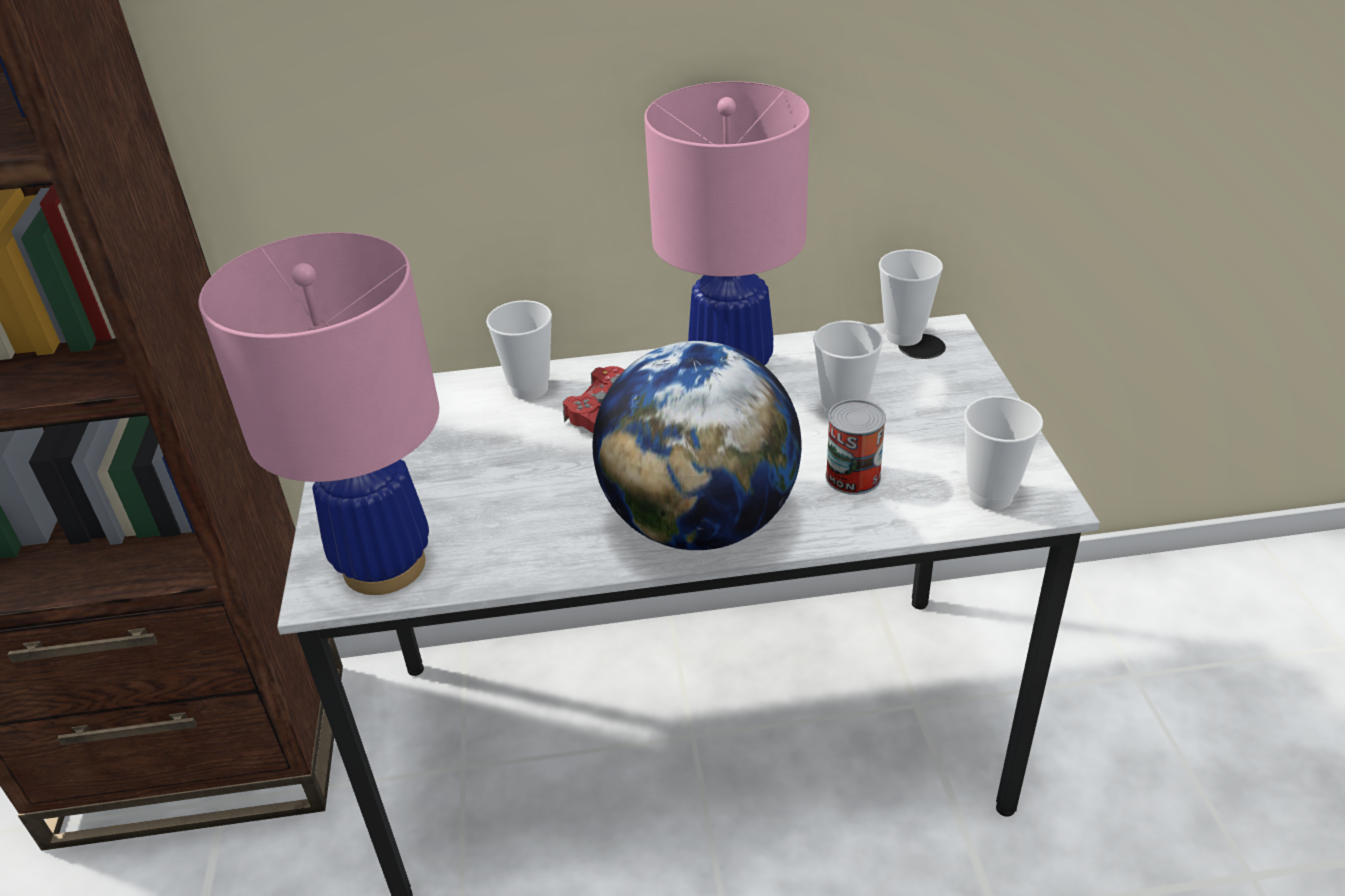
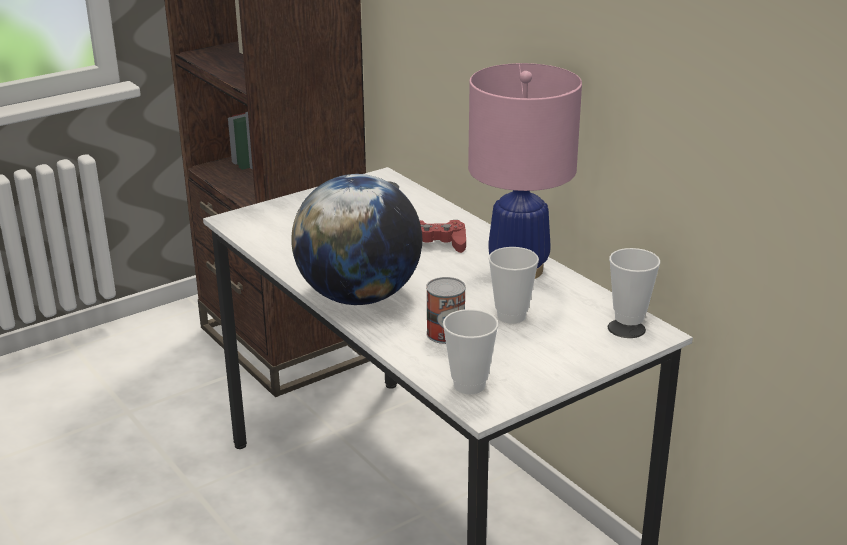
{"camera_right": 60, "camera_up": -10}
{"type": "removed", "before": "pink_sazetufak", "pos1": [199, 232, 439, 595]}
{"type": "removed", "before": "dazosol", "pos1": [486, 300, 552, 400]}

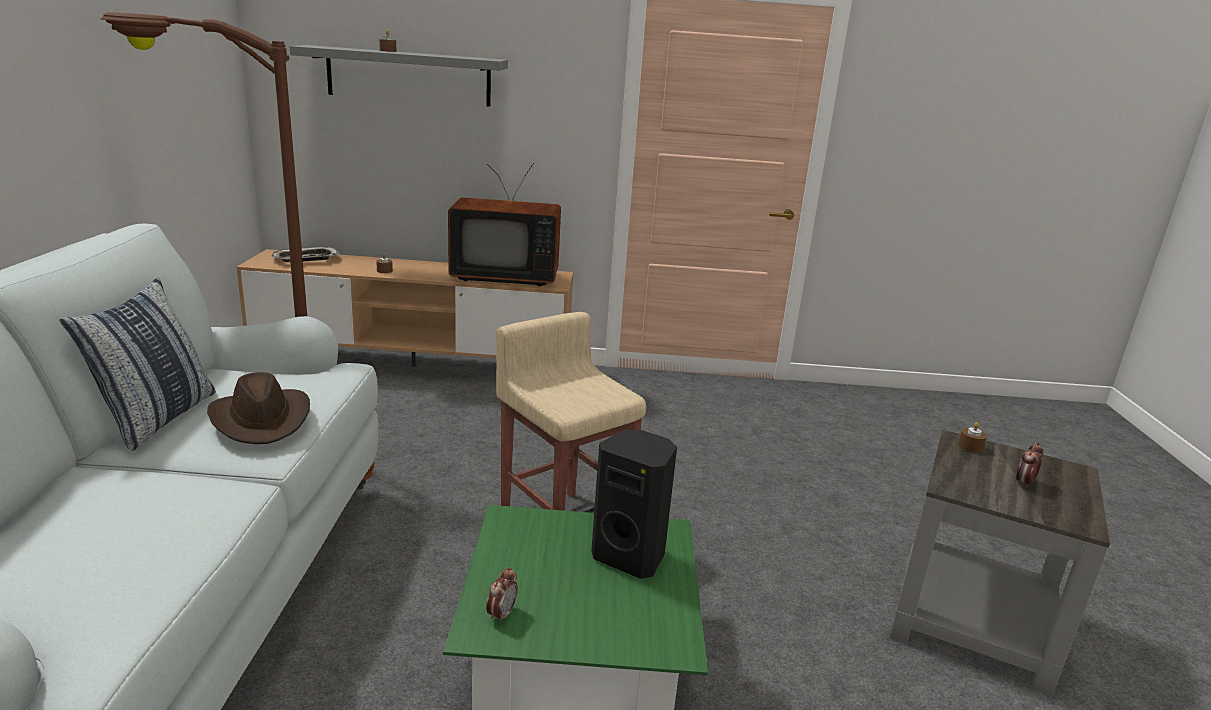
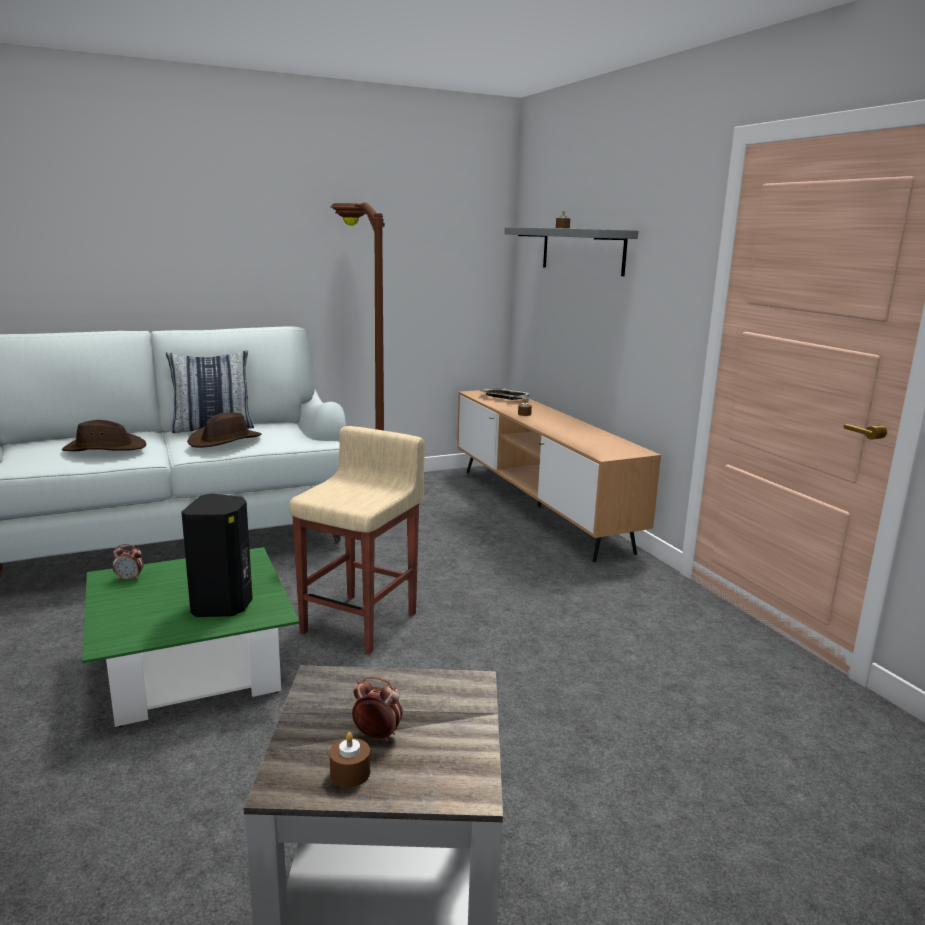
{"camera_right": 65, "camera_up": -5}
{"type": "removed", "before": "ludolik", "pos1": [448, 163, 561, 286]}
{"type": "moved", "before": "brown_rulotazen", "pos1": [958, 422, 987, 453], "pos2": [330, 732, 370, 787]}
{"type": "added", "after": "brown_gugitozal", "pos2": [62, 420, 146, 451]}

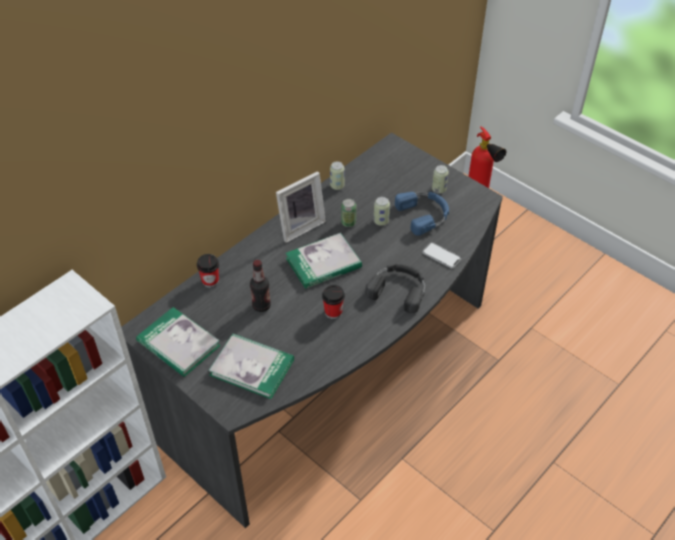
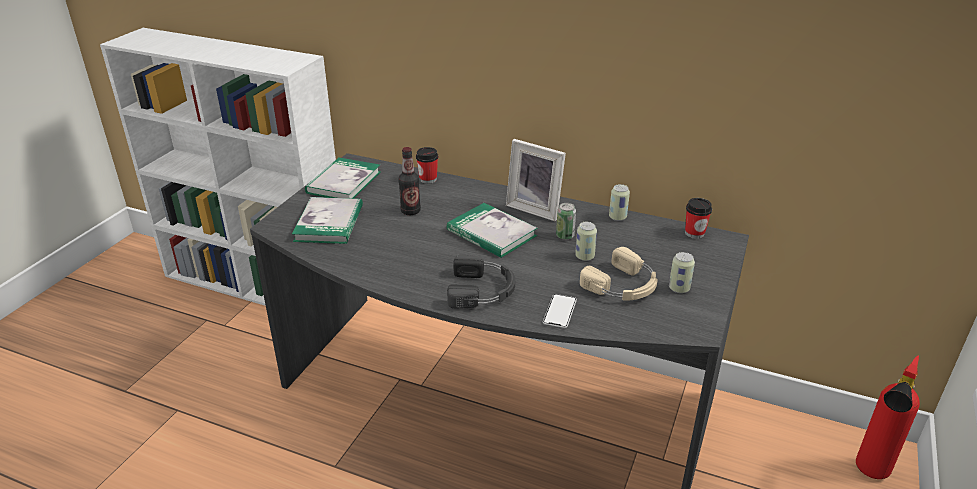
{"camera_right": 70, "camera_up": -15}
{"type": "recoloured", "before": "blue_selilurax", "after": "beige_selilurax", "pos1": [395, 192, 449, 236], "pos2": [580, 247, 658, 301]}
{"type": "moved", "before": "dazosol", "pos1": [322, 285, 345, 319], "pos2": [685, 198, 712, 239]}

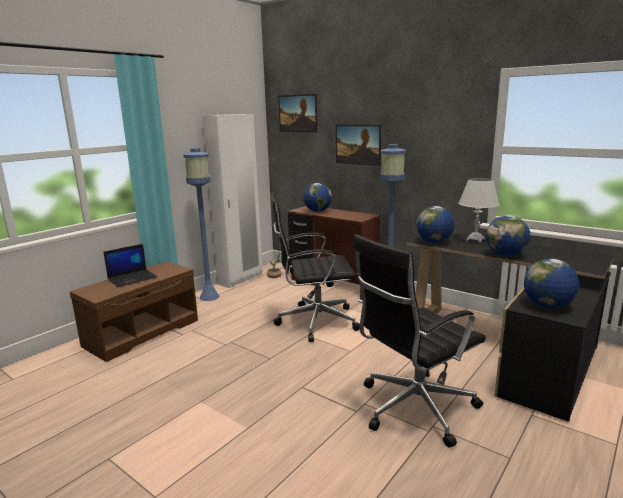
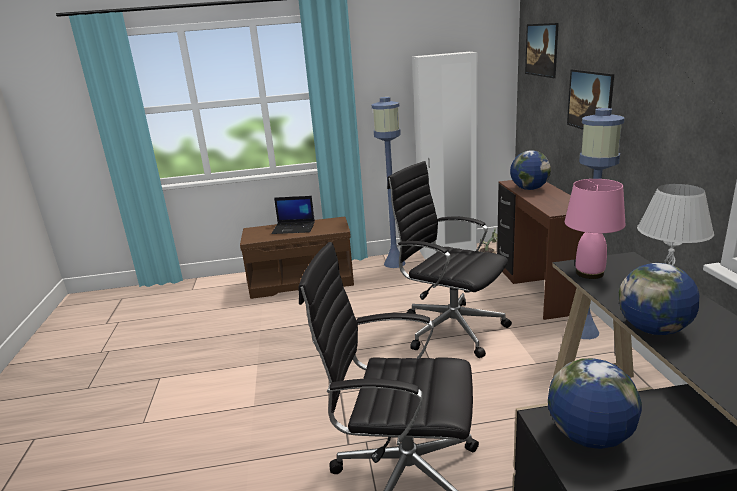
{"camera_right": 45, "camera_up": 5}
{"type": "replaced", "before": "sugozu", "after": "pink_sazetufak", "pos1": [416, 206, 454, 243], "pos2": [565, 179, 626, 279]}

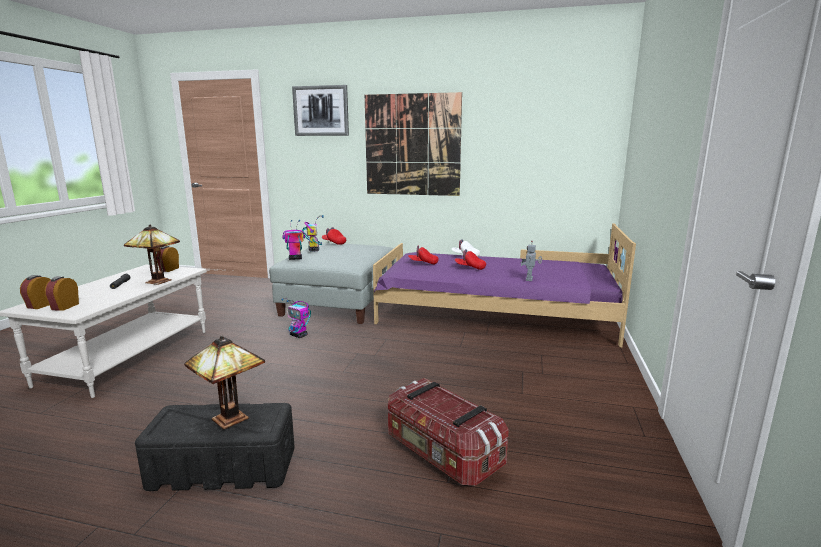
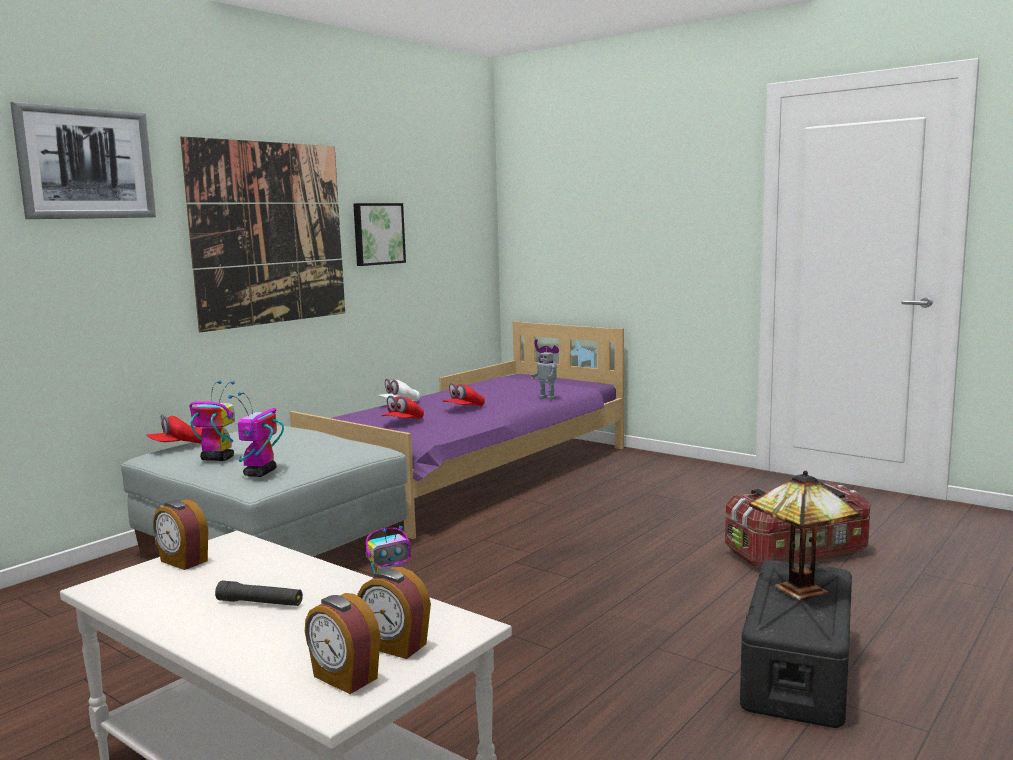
{"camera_right": -65, "camera_up": -5}
{"type": "removed", "before": "sazetufak", "pos1": [124, 225, 180, 285]}
{"type": "added", "after": "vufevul", "pos2": [353, 203, 406, 266]}

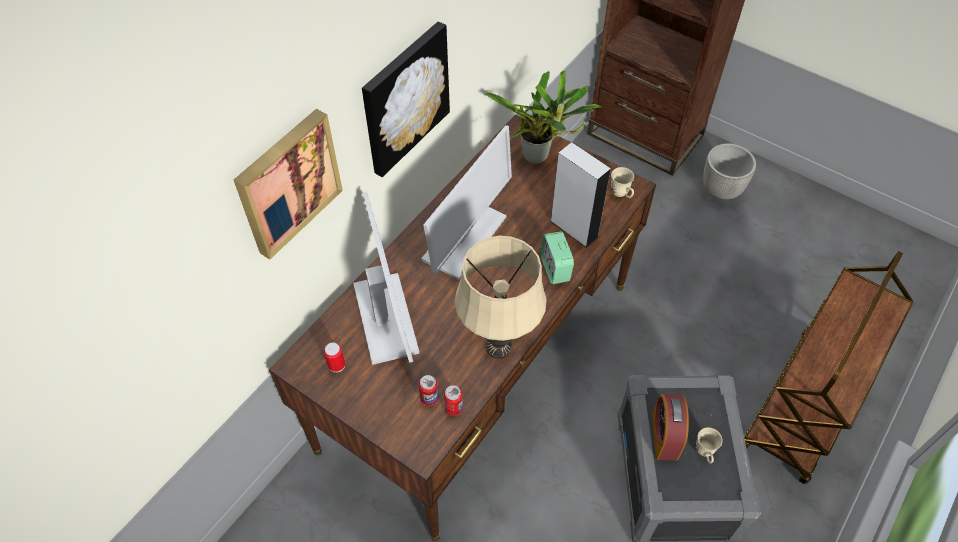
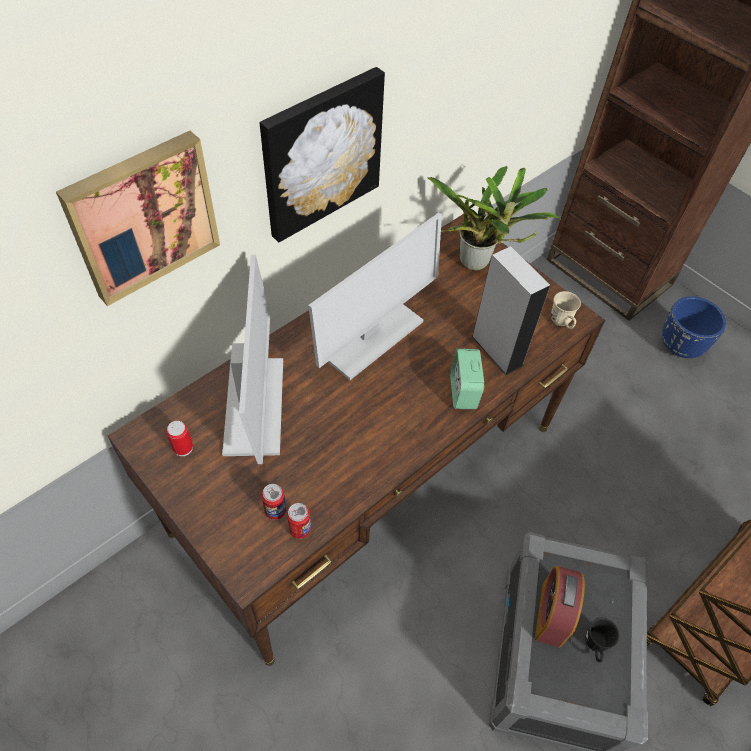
{"camera_right": 10, "camera_up": 0}
{"type": "recoloured", "before": "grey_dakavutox", "after": "blue_dakavutox", "pos1": [703, 143, 756, 199], "pos2": [662, 296, 726, 358]}
{"type": "removed", "before": "beige_sazetufak", "pos1": [455, 236, 547, 359]}
{"type": "recoloured", "before": "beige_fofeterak", "after": "black_fofeterak", "pos1": [696, 427, 723, 464], "pos2": [585, 618, 619, 662]}

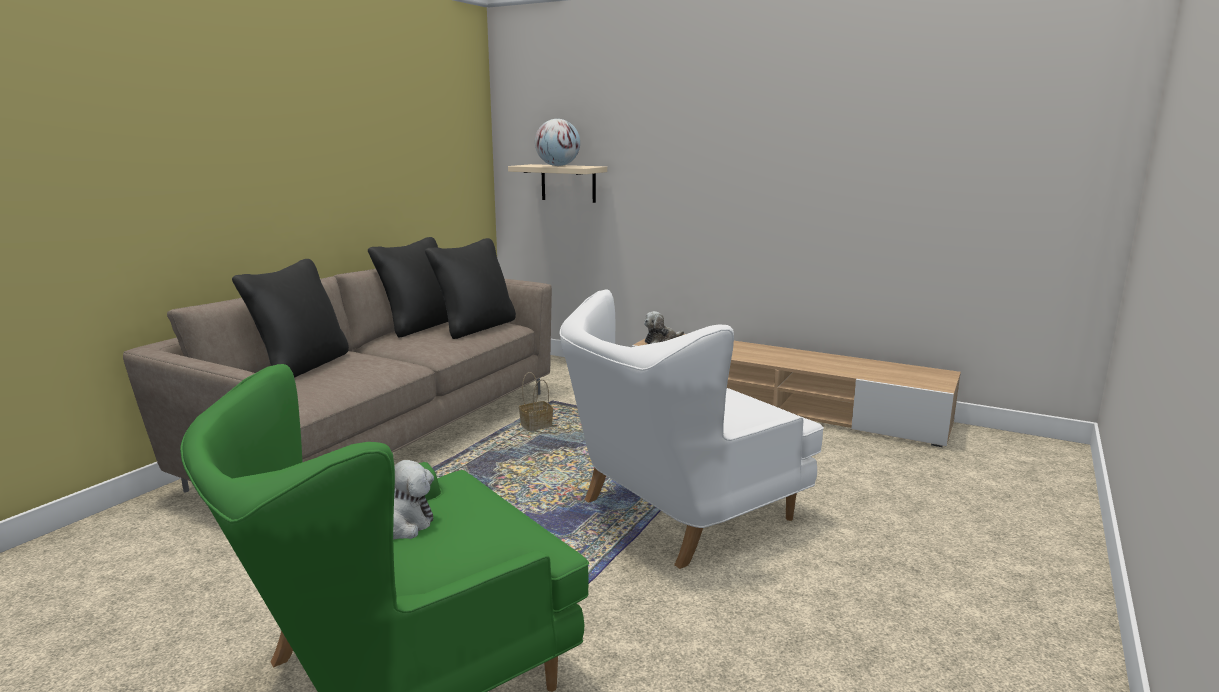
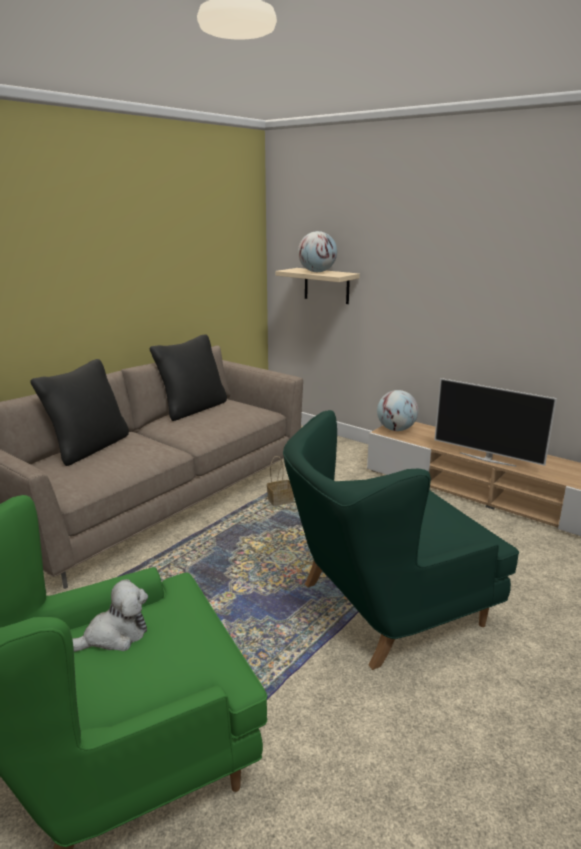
{"camera_right": 10, "camera_up": 5}
{"type": "removed", "before": "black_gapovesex", "pos1": [425, 238, 516, 339]}
{"type": "recoloured", "before": "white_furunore", "after": "green_furunore", "pos1": [559, 290, 824, 569], "pos2": [283, 410, 519, 670]}
{"type": "replaced", "before": "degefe", "after": "sugozu", "pos1": [644, 311, 684, 344], "pos2": [377, 390, 419, 431]}
{"type": "added", "after": "ludolik", "pos2": [434, 378, 557, 467]}

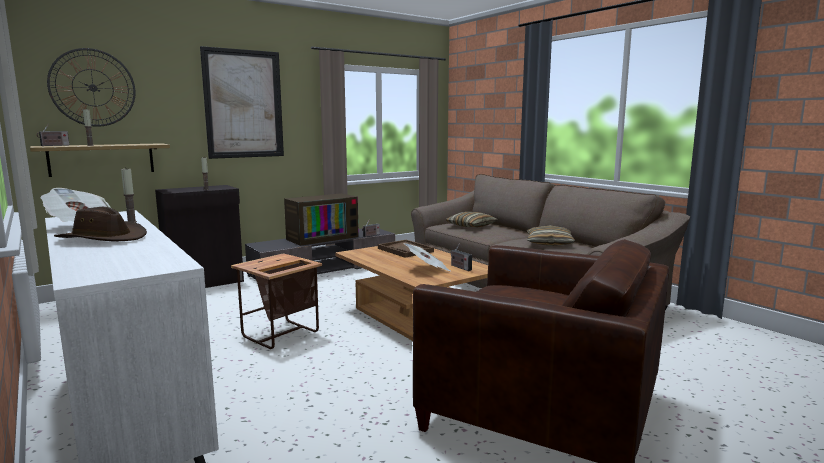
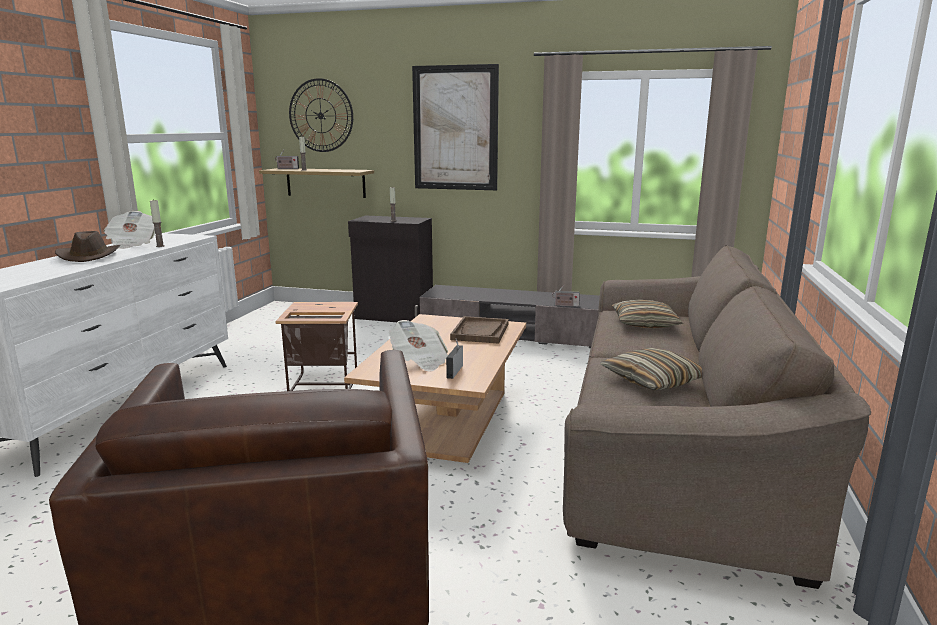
{"camera_right": 50, "camera_up": 5}
{"type": "removed", "before": "ludolik", "pos1": [284, 193, 359, 246]}

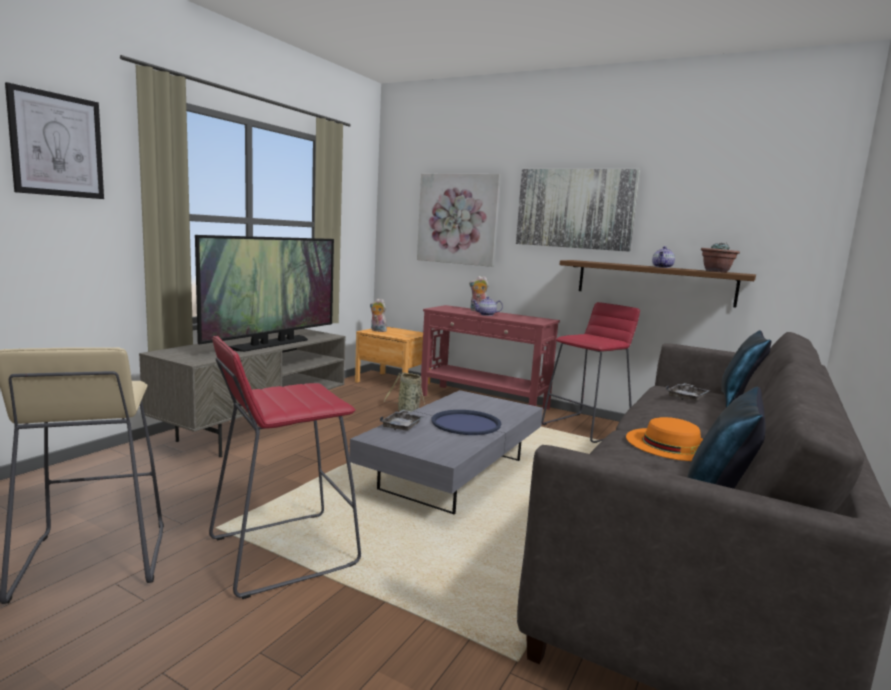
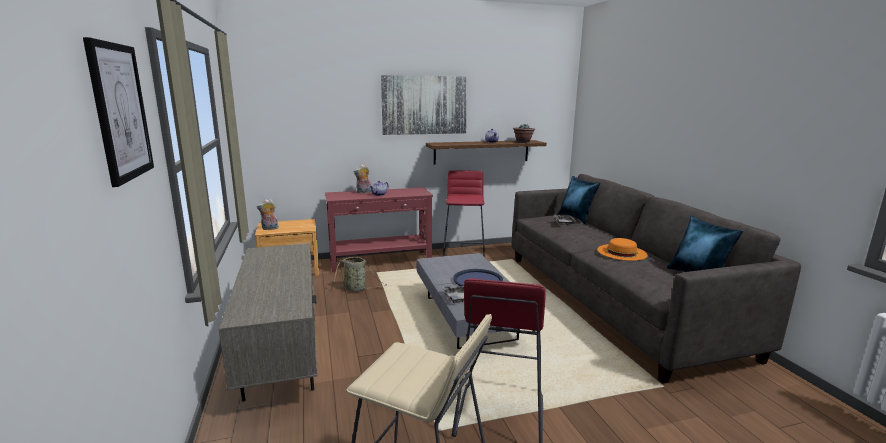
{"camera_right": -45, "camera_up": 5}
{"type": "removed", "before": "vufevul", "pos1": [417, 174, 501, 267]}
{"type": "removed", "before": "ludolik", "pos1": [195, 235, 334, 352]}

